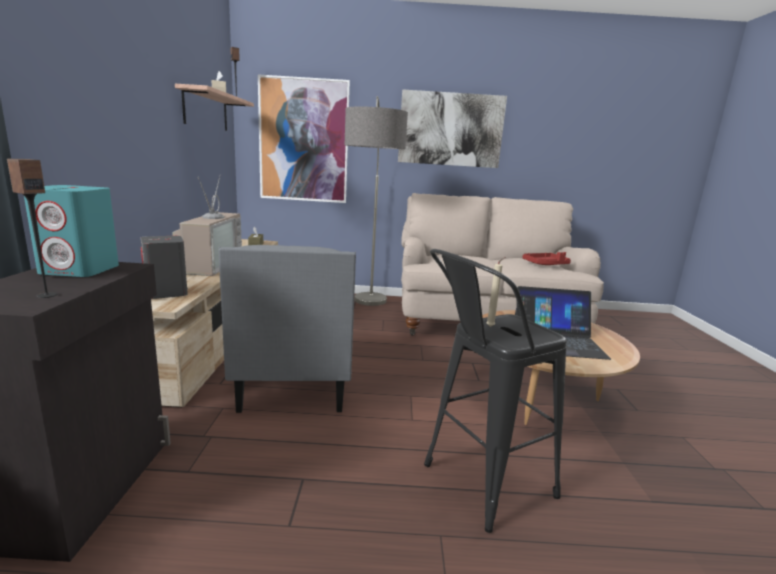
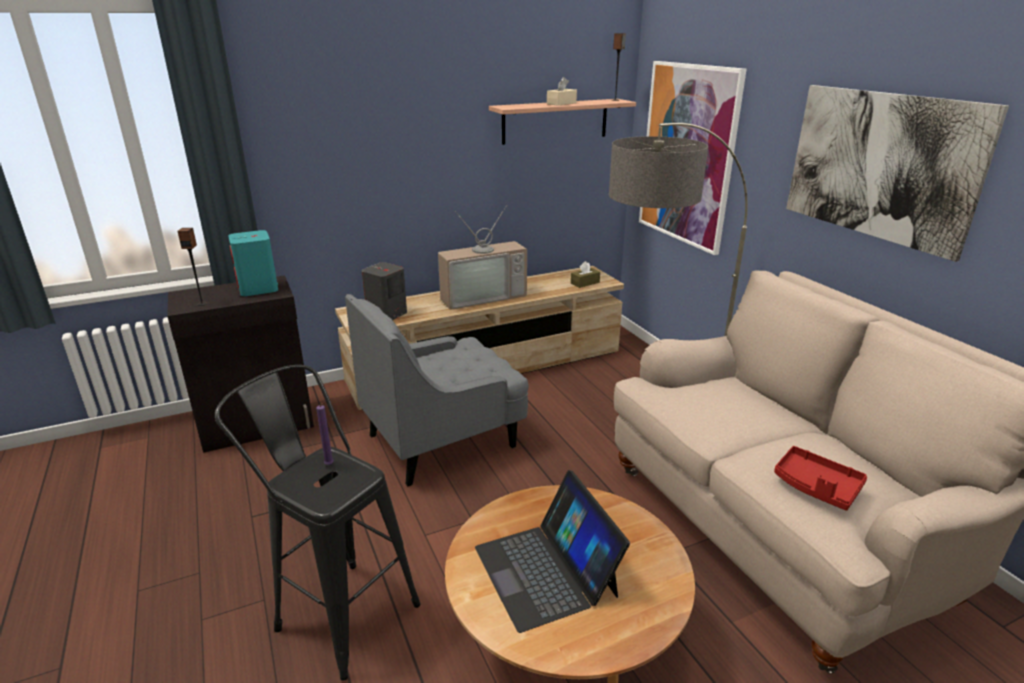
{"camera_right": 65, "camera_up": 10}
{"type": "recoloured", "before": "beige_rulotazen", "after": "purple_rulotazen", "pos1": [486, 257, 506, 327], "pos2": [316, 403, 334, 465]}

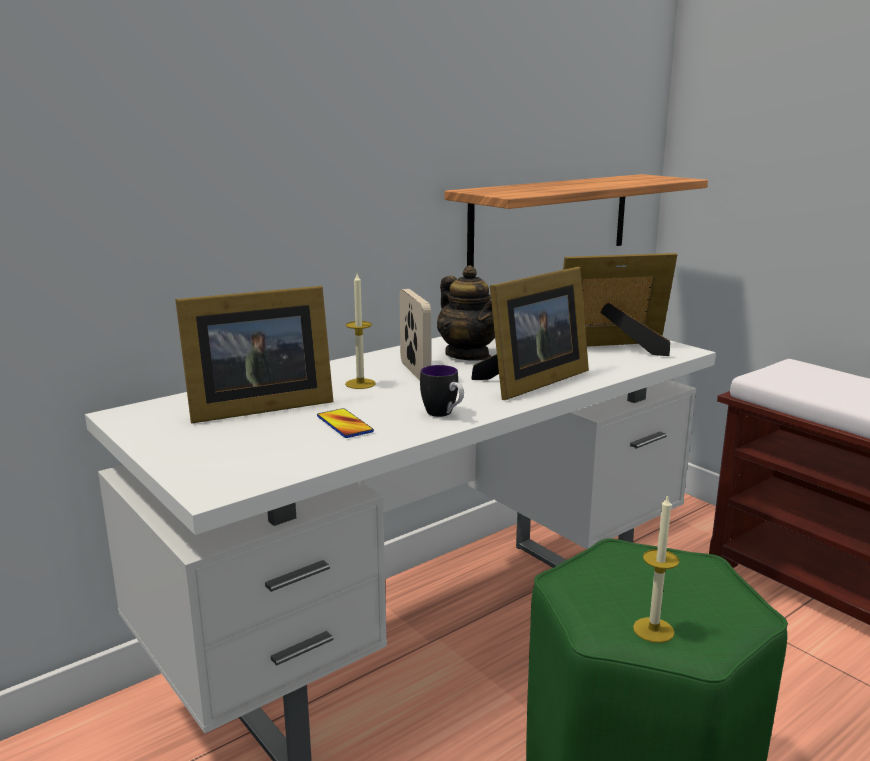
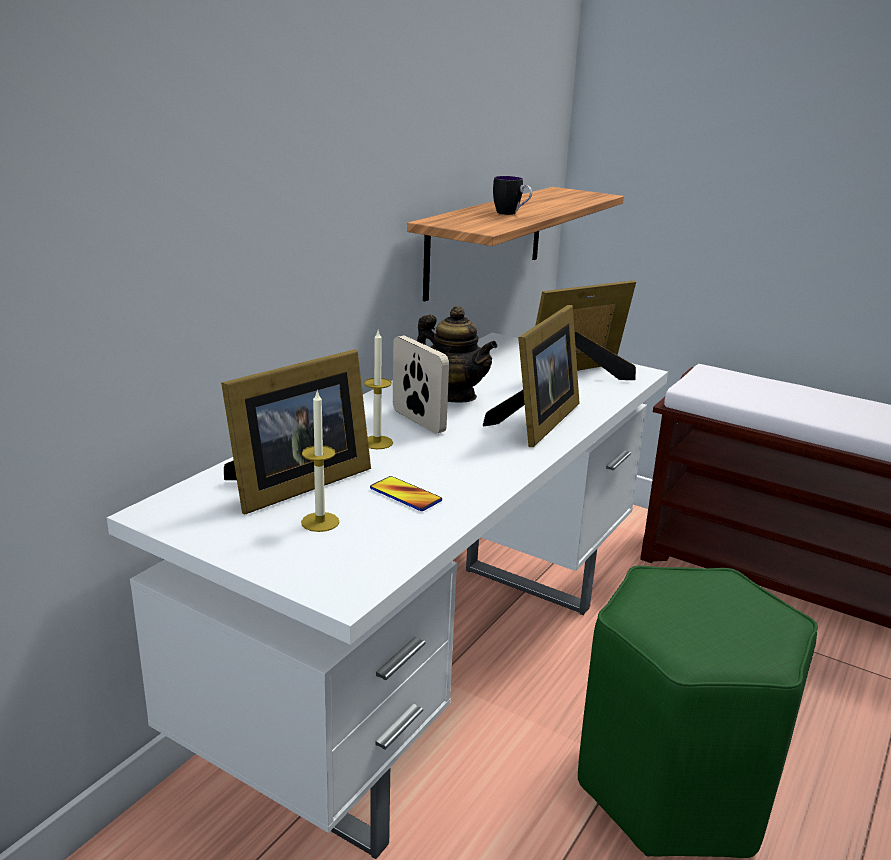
{"camera_right": -20, "camera_up": 5}
{"type": "moved", "before": "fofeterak", "pos1": [420, 365, 464, 417], "pos2": [493, 176, 532, 215]}
{"type": "moved", "before": "rulotazen", "pos1": [633, 494, 679, 643], "pos2": [301, 392, 339, 532]}

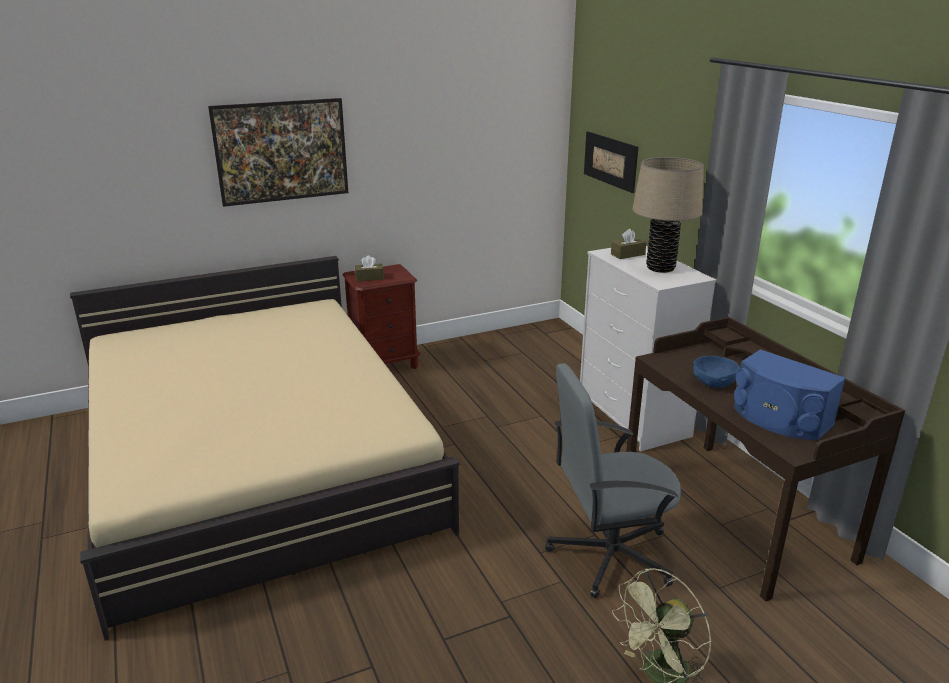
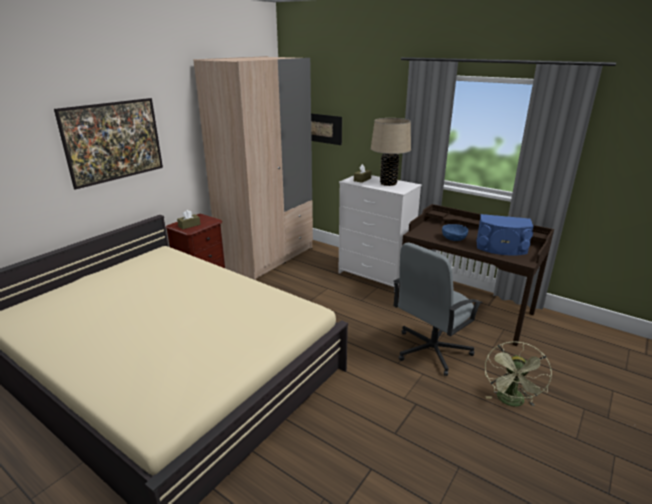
{"camera_right": -30, "camera_up": 0}
{"type": "added", "after": "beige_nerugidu", "pos2": [193, 56, 313, 280]}

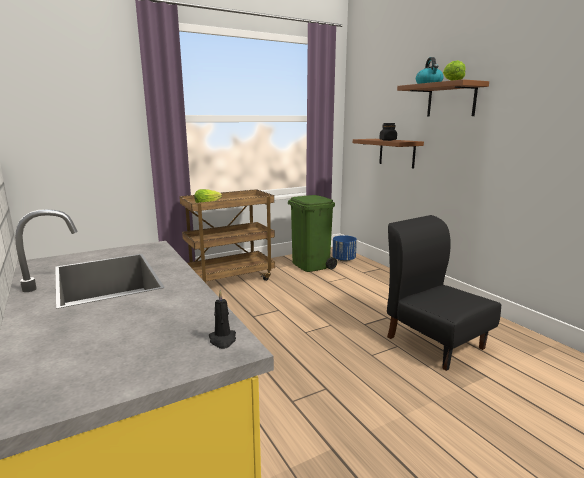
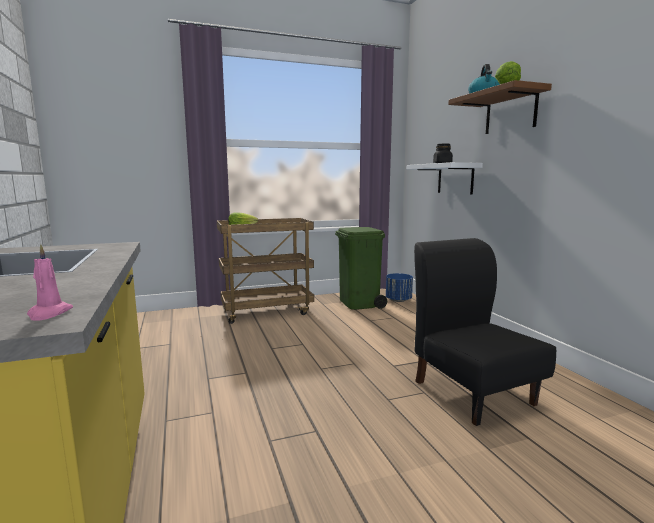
{"camera_right": 10, "camera_up": -5}
{"type": "recoloured", "before": "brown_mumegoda", "after": "white_mumegoda", "pos1": [353, 139, 424, 168], "pos2": [407, 162, 483, 195]}
{"type": "recoloured", "before": "black_rulotazen", "after": "pink_rulotazen", "pos1": [209, 290, 236, 349], "pos2": [27, 244, 73, 320]}

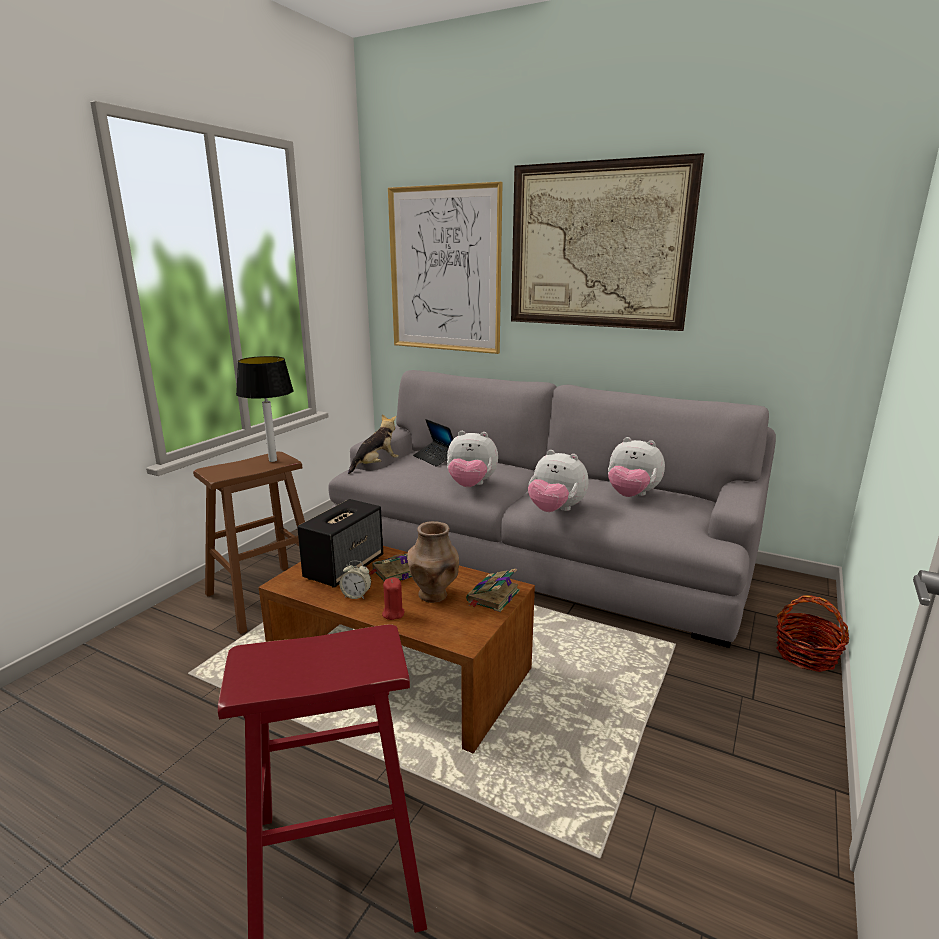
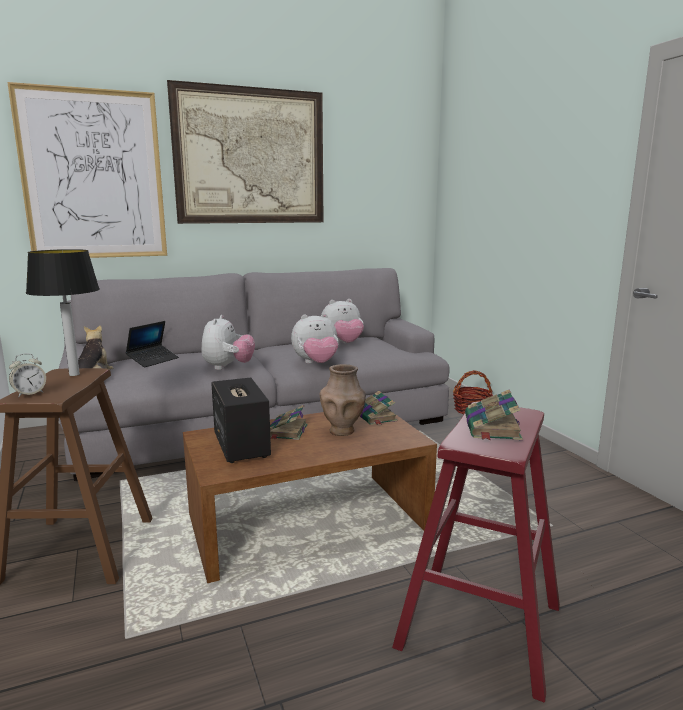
{"camera_right": -50, "camera_up": -5}
{"type": "turned", "before": "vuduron", "pos1": [413, 419, 453, 467], "pos2": [125, 321, 179, 367], "turn": -60}
{"type": "turned", "before": "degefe", "pos1": [447, 431, 498, 487], "pos2": [201, 315, 255, 370], "turn": -45}
{"type": "moved", "before": "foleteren", "pos1": [339, 561, 371, 599], "pos2": [9, 353, 46, 397]}
{"type": "removed", "before": "red_rulotazen", "pos1": [382, 578, 405, 620]}
{"type": "added", "after": "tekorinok", "pos2": [465, 390, 523, 440]}

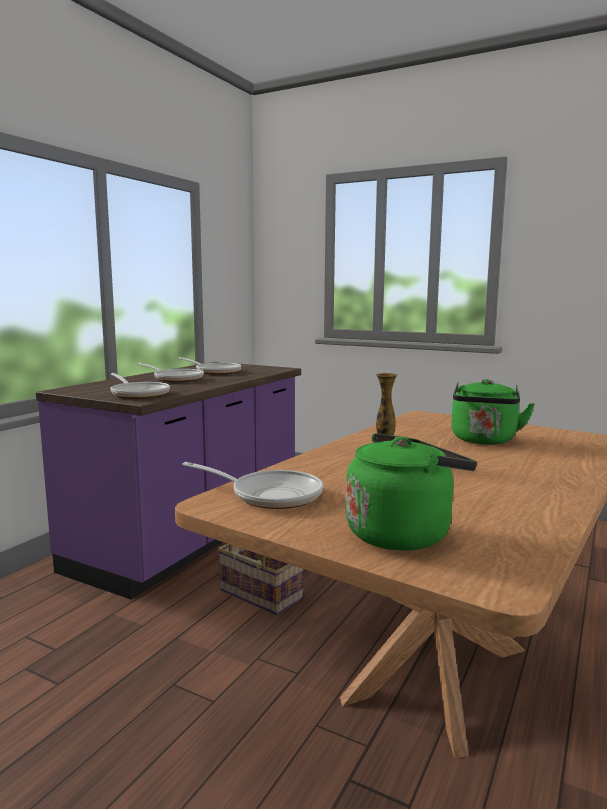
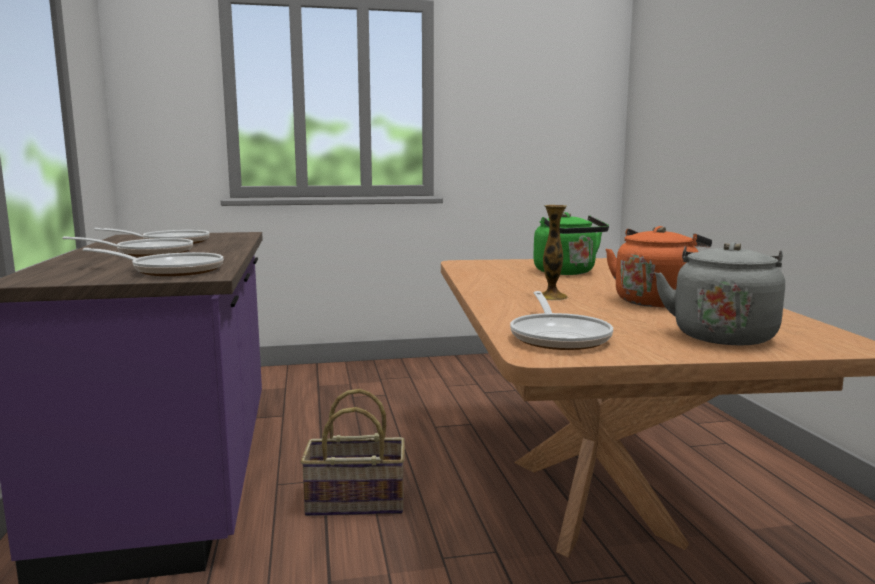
{"camera_right": -40, "camera_up": 0}
{"type": "recoloured", "before": "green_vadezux", "after": "grey_vadezux", "pos1": [346, 433, 477, 551], "pos2": [655, 242, 785, 345]}
{"type": "turned", "before": "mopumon", "pos1": [182, 462, 323, 509], "pos2": [510, 291, 613, 350], "turn": 105}
{"type": "added", "after": "orange_vadezux", "pos2": [605, 226, 712, 307]}

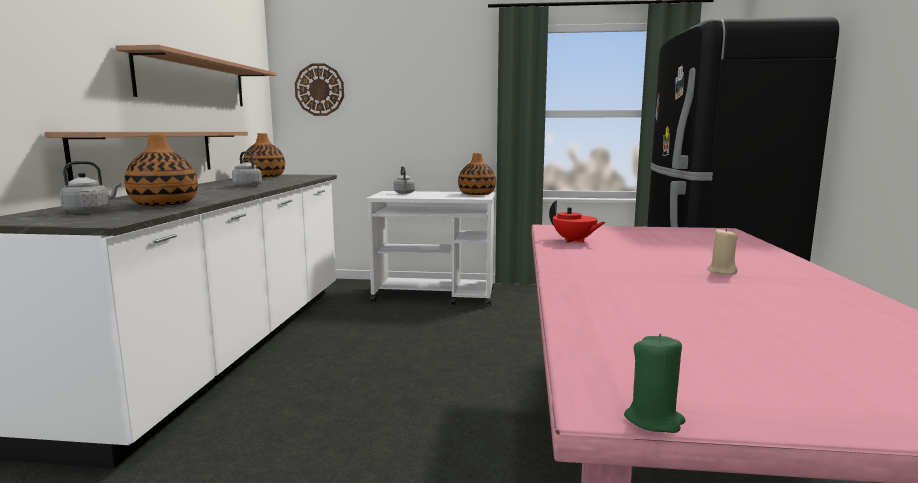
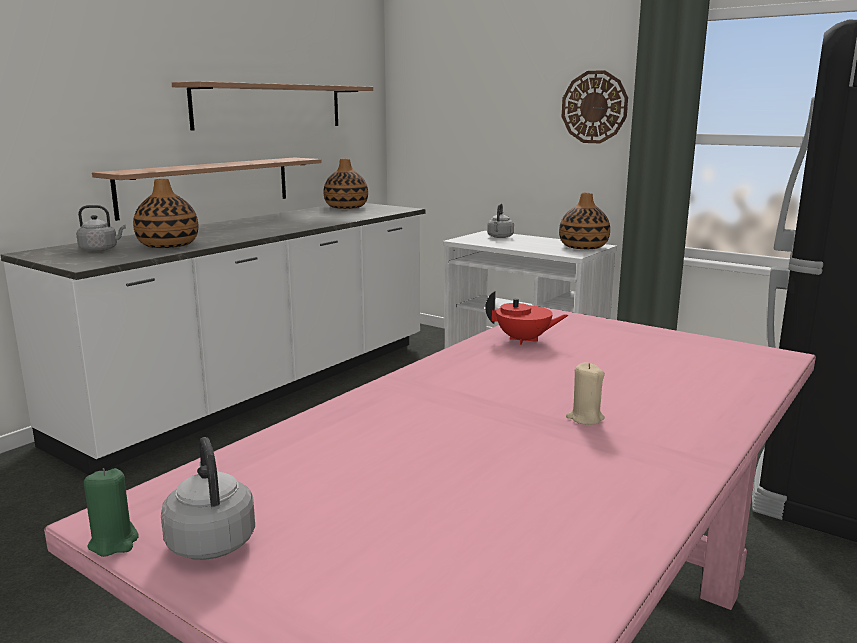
{"camera_right": 30, "camera_up": 5}
{"type": "moved", "before": "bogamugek", "pos1": [295, 63, 344, 116], "pos2": [562, 70, 628, 143]}
{"type": "moved", "before": "grey_vadezux", "pos1": [232, 151, 262, 187], "pos2": [161, 437, 255, 560]}
{"type": "turned", "before": "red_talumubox", "pos1": [549, 200, 606, 243], "pos2": [485, 290, 569, 345], "turn": -60}

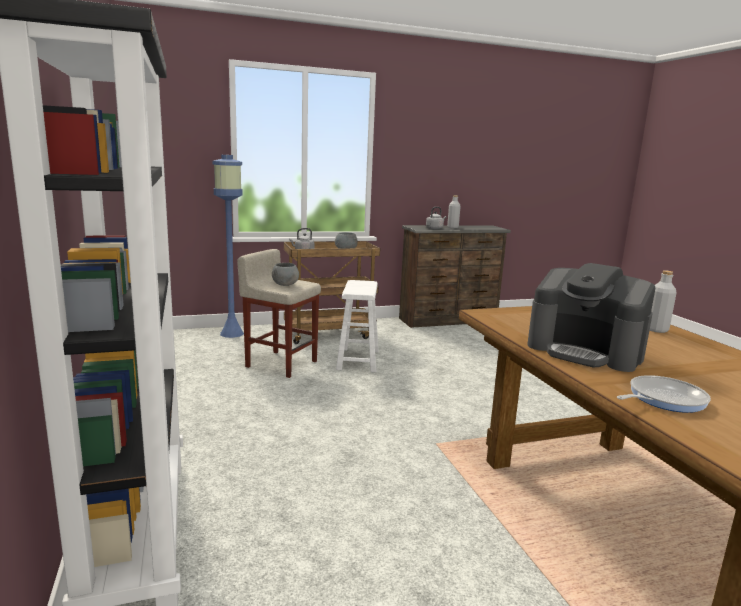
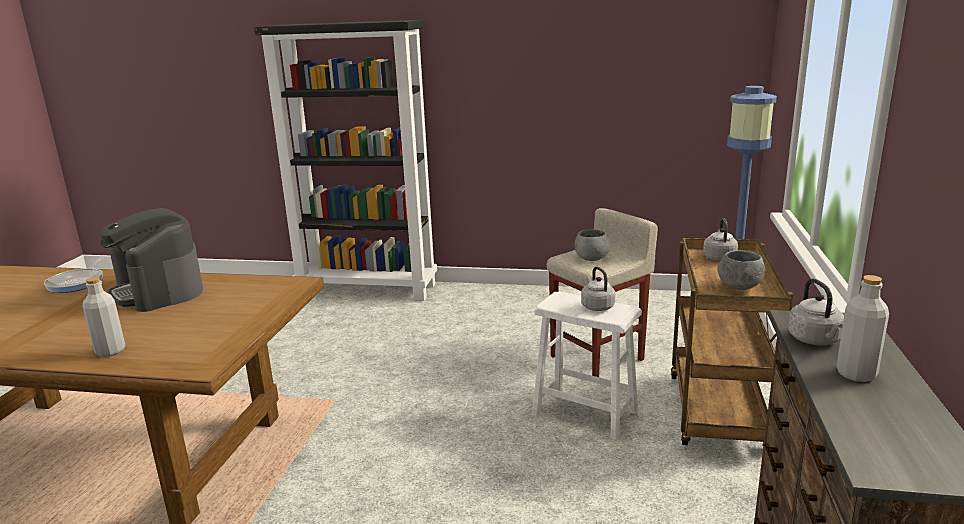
{"camera_right": 120, "camera_up": 5}
{"type": "turned", "before": "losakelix", "pos1": [527, 263, 655, 372], "pos2": [100, 208, 203, 312], "turn": -105}
{"type": "added", "after": "grey_vadezux", "pos2": [581, 267, 615, 311]}

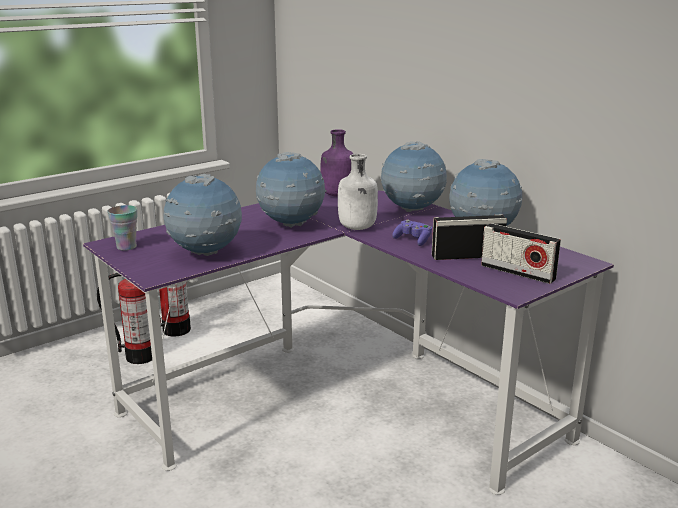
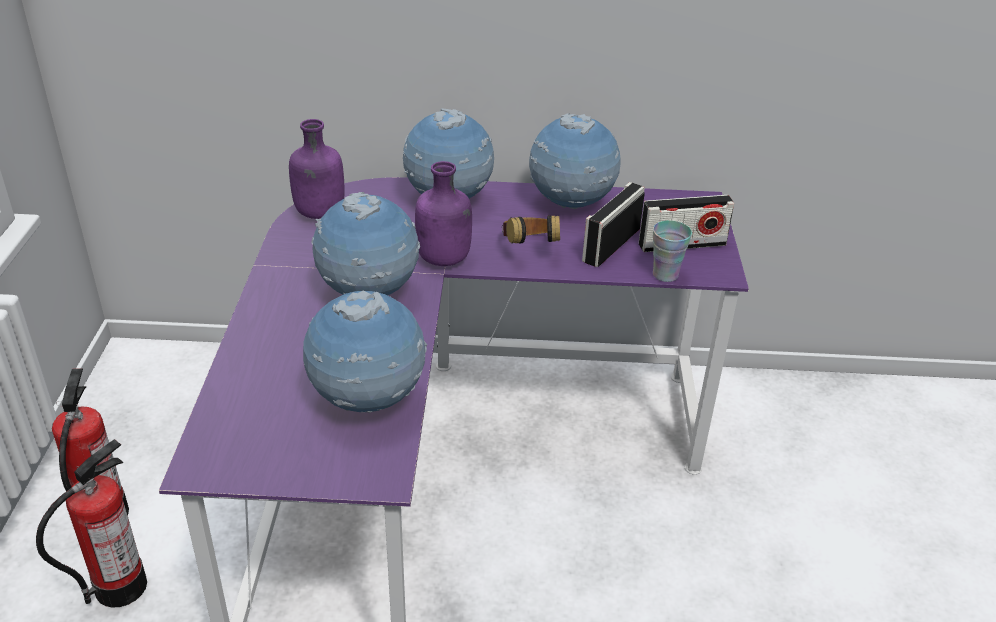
{"camera_right": -50, "camera_up": 15}
{"type": "recoloured", "before": "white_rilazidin", "after": "purple_rilazidin", "pos1": [338, 154, 378, 230], "pos2": [415, 161, 472, 266]}
{"type": "moved", "before": "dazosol", "pos1": [107, 205, 137, 251], "pos2": [653, 220, 692, 282]}
{"type": "replaced", "before": "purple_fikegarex", "after": "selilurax", "pos1": [392, 219, 432, 246], "pos2": [502, 215, 560, 244]}

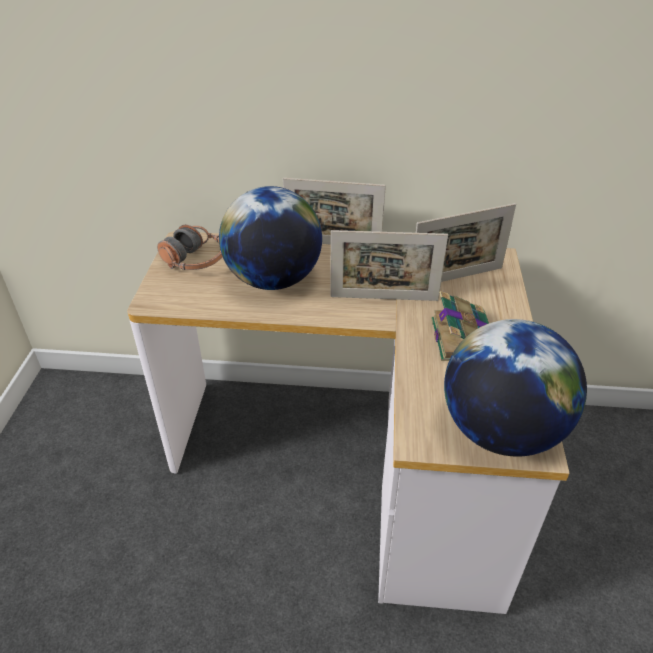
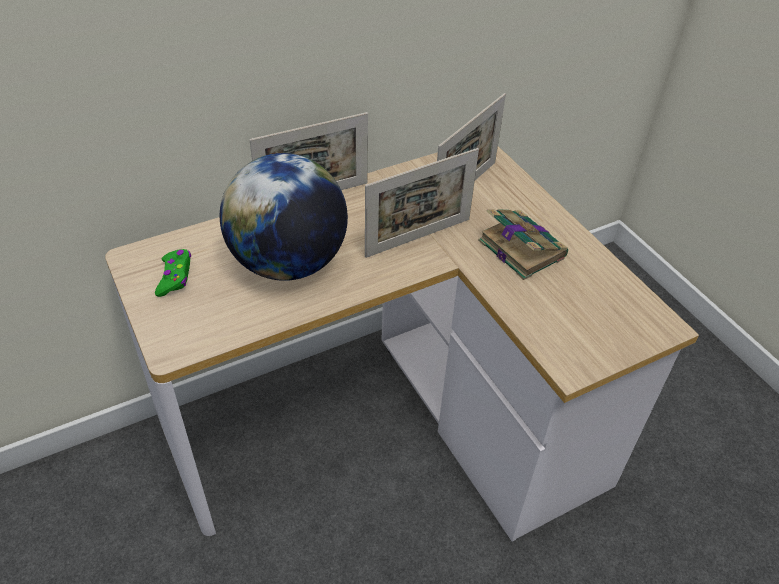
{"camera_right": -35, "camera_up": 5}
{"type": "replaced", "before": "selilurax", "after": "green_fikegarex", "pos1": [157, 225, 223, 270], "pos2": [155, 249, 191, 297]}
{"type": "removed", "before": "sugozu", "pos1": [444, 319, 587, 457]}

